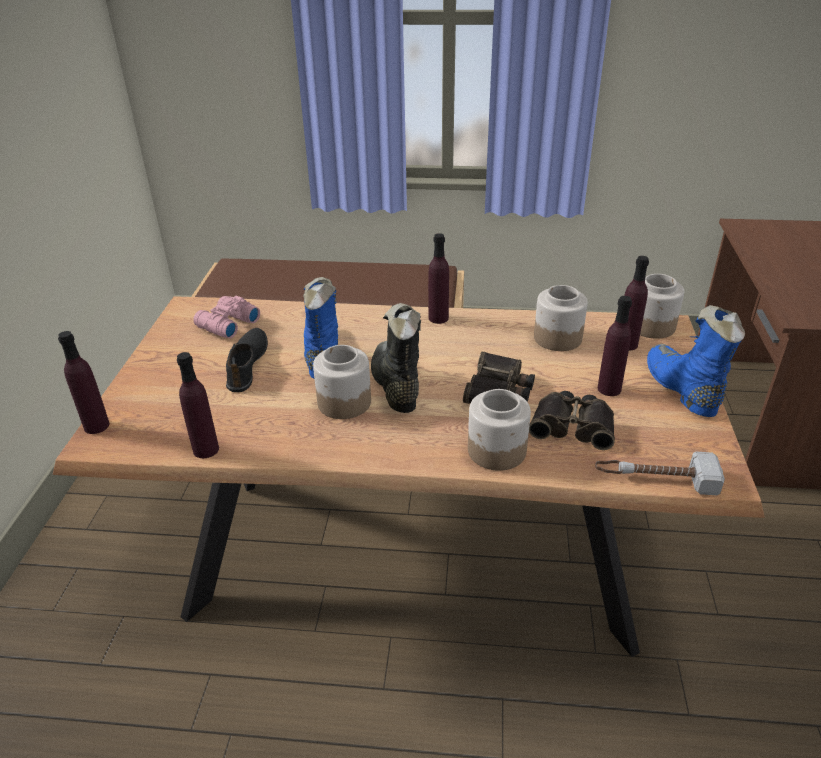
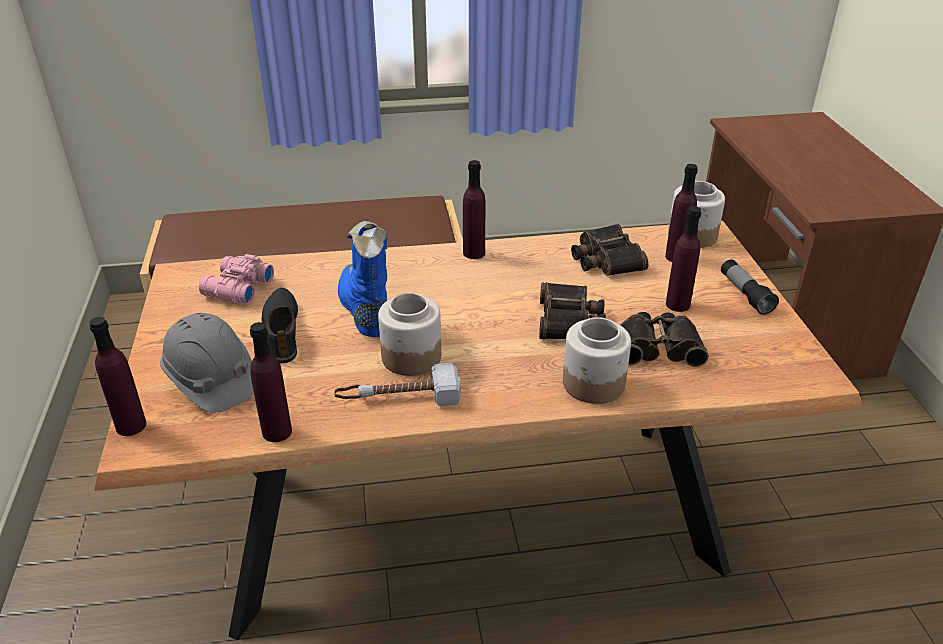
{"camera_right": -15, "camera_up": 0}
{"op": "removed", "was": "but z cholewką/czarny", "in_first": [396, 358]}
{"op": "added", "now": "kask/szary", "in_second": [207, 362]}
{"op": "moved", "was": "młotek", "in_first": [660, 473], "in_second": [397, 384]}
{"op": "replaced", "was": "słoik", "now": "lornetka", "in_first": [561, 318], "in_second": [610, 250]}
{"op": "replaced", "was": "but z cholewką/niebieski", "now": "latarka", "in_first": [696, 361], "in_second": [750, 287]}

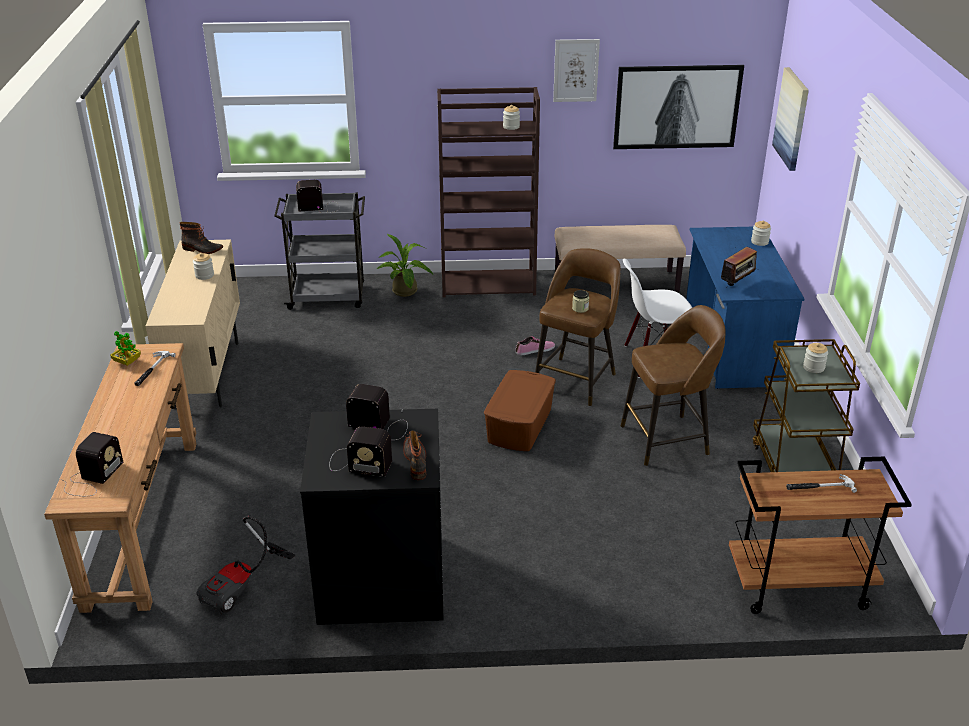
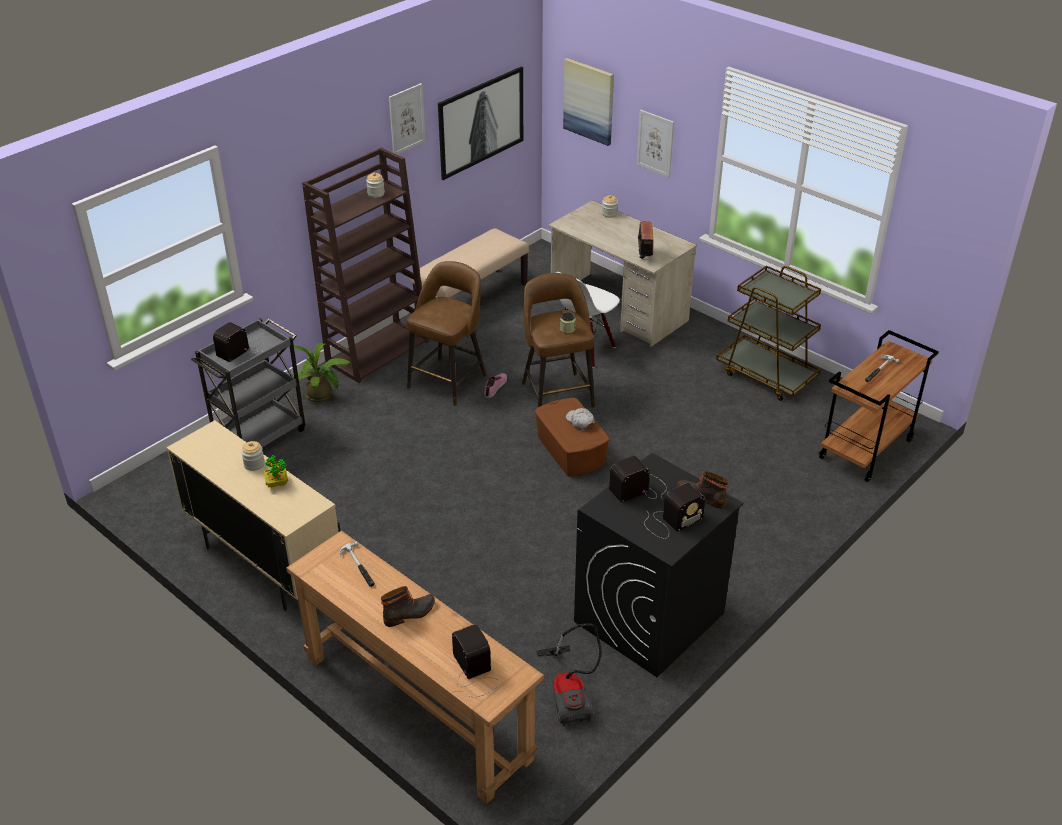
{"camera_right": -45, "camera_up": 5}
{"op": "removed", "was": "słoik", "in_first": [815, 358]}
{"op": "added", "now": "czapka z daszkiem/biały", "in_second": [580, 419]}
{"op": "added", "now": "obraz", "in_second": [655, 143]}
{"op": "moved", "was": "roślina doniczkowa", "in_first": [125, 348], "in_second": [276, 471]}
{"op": "moved", "was": "but z cholewką", "in_first": [201, 238], "in_second": [408, 606]}
{"op": "moved", "was": "stołek/brązowy", "in_first": [673, 385], "in_second": [446, 333]}
{"op": "recoloured", "was": "biurko/niebieski", "now": "biurko/beżowy", "in_first": [745, 308], "in_second": [622, 273]}

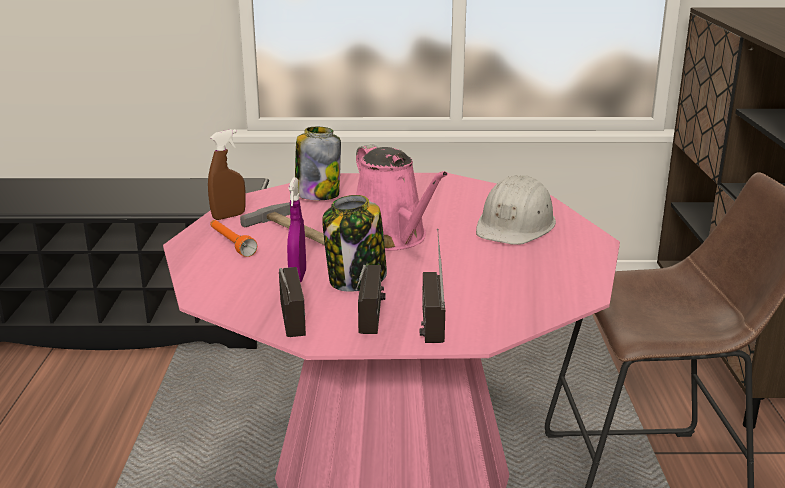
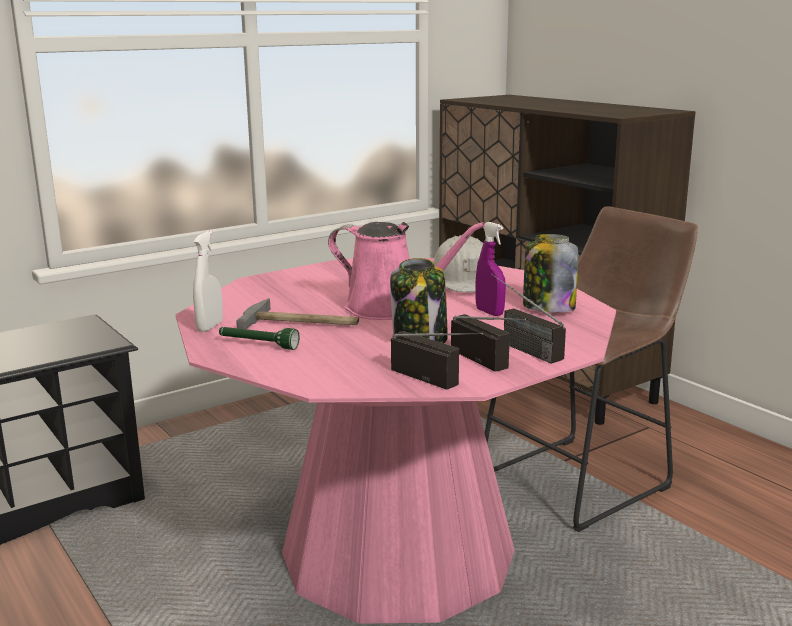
{"camera_right": -35, "camera_up": -5}
{"op": "moved", "was": "spryskiwacz/fioletowy", "in_first": [296, 230], "in_second": [490, 269]}
{"op": "moved", "was": "słoik", "in_first": [318, 163], "in_second": [550, 273]}
{"op": "recoloured", "was": "spryskiwacz/brązowy", "now": "spryskiwacz/biały", "in_first": [227, 174], "in_second": [208, 281]}
{"op": "recoloured", "was": "latarka/pomarańczowy", "now": "latarka/zielony", "in_first": [233, 238], "in_second": [259, 338]}

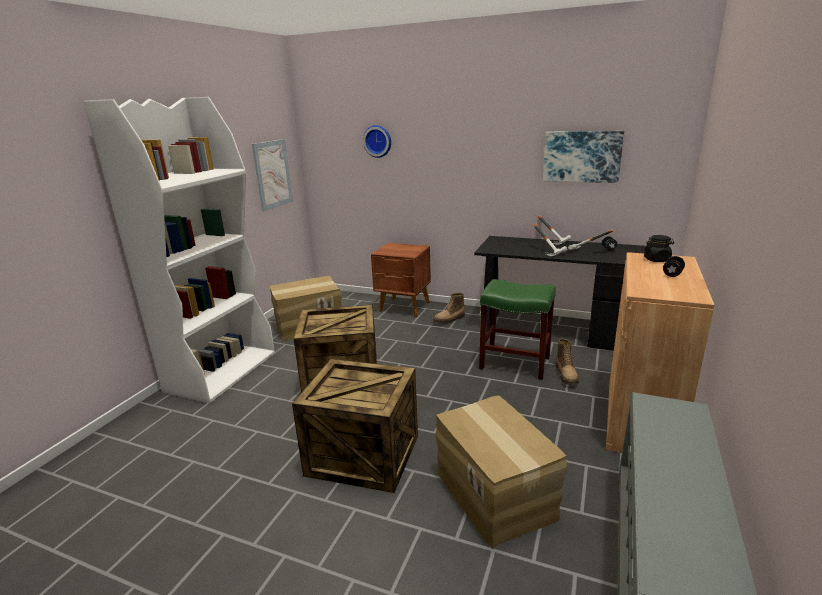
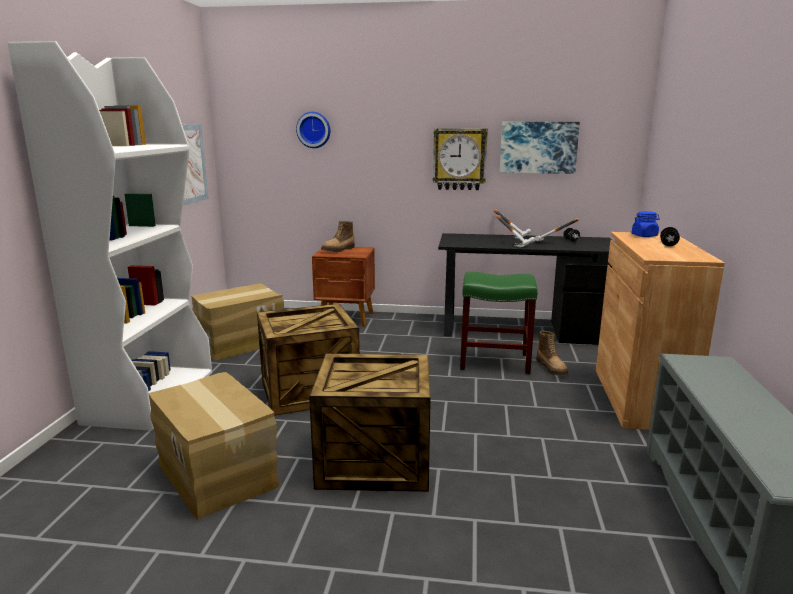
{"camera_right": -15, "camera_up": -5}
{"op": "added", "now": "zegar ścienny", "in_second": [460, 159]}
{"op": "moved", "was": "but z cholewką", "in_first": [449, 308], "in_second": [338, 236]}
{"op": "moved", "was": "karton", "in_first": [501, 472], "in_second": [214, 446]}
{"op": "recoloured", "was": "słoik/czarny", "now": "słoik/niebieski", "in_first": [659, 248], "in_second": [646, 224]}

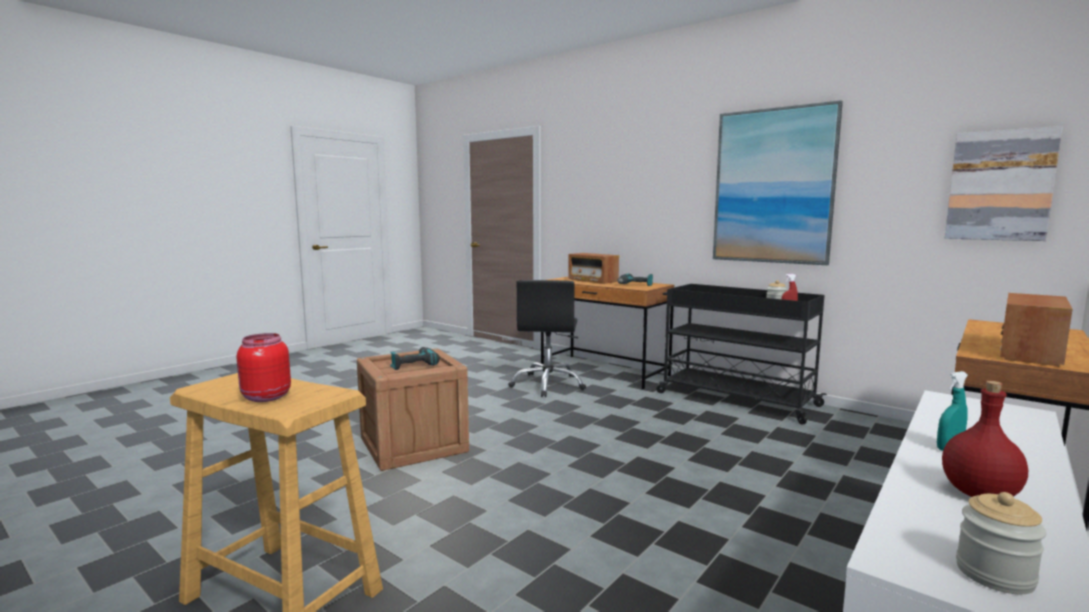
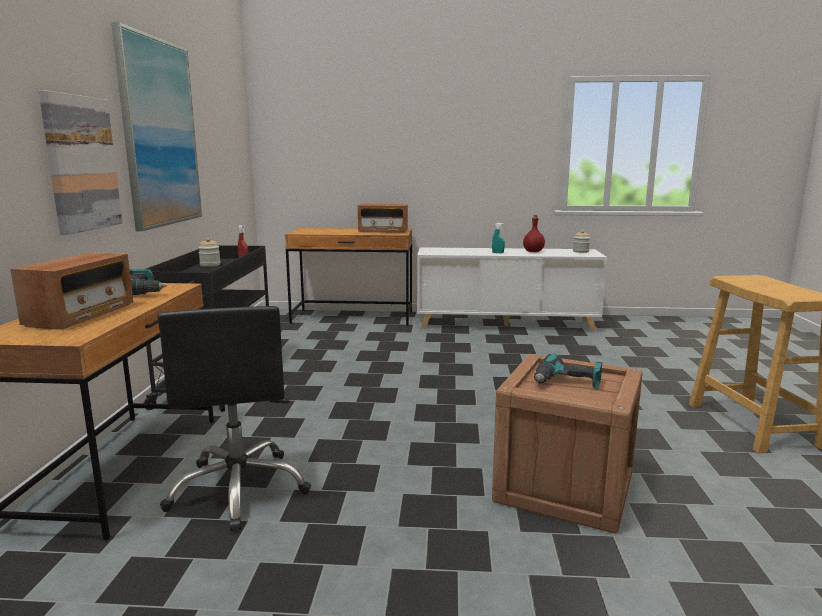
{"camera_right": -125, "camera_up": 5}
{"op": "removed", "was": "słoik/czerwony", "in_first": [263, 367]}
{"op": "moved", "was": "obraz", "in_first": [1004, 183], "in_second": [81, 162]}
{"op": "turned", "was": "krzesło biurowe/czarny", "in_first": [547, 338], "in_second": [234, 418], "clockwise": 105}

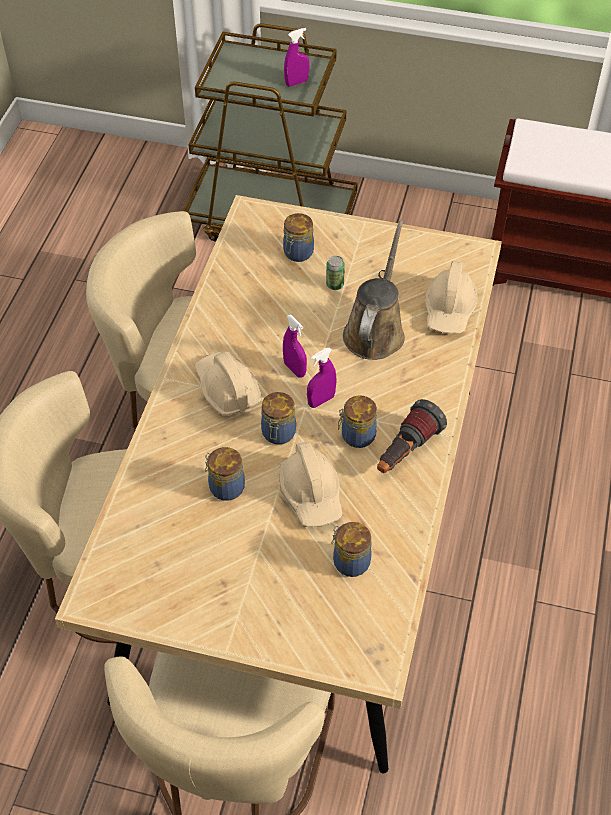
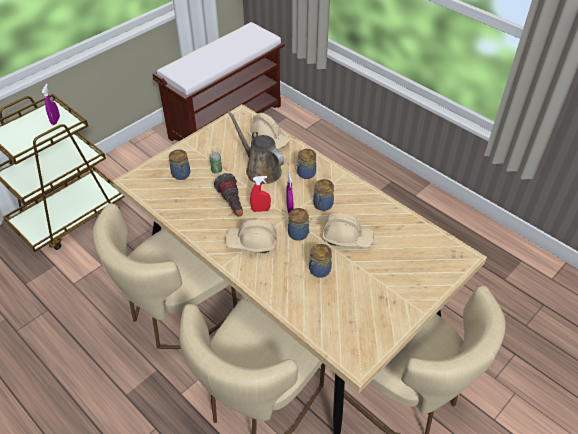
{"camera_right": -60, "camera_up": -5}
{"op": "moved", "was": "słoik", "in_first": [351, 549], "in_second": [306, 164]}
{"op": "moved", "was": "latarka", "in_first": [412, 436], "in_second": [228, 195]}
{"op": "recoloured", "was": "spryskiwacz/fioletowy", "now": "spryskiwacz/czerwony", "in_first": [295, 346], "in_second": [260, 194]}

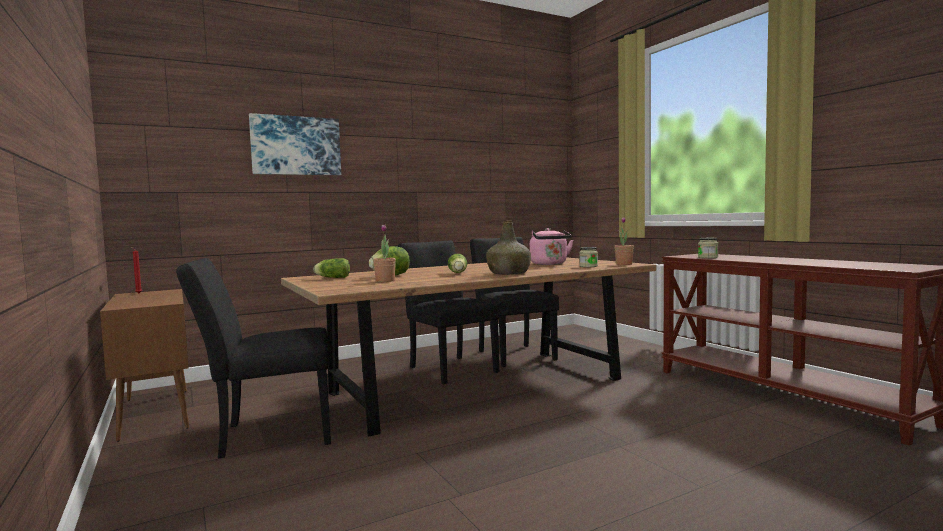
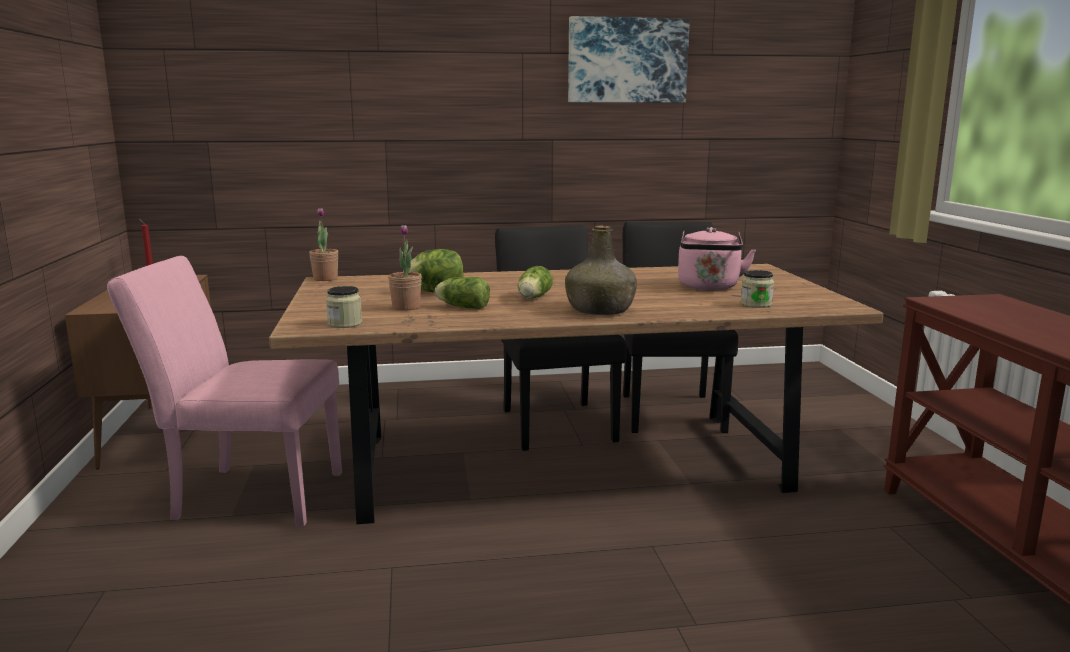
{"camera_right": 20, "camera_up": 10}
{"op": "moved", "was": "obraz", "in_first": [295, 144], "in_second": [629, 59]}
{"op": "moved", "was": "sałata", "in_first": [332, 268], "in_second": [462, 293]}
{"op": "moved", "was": "roślina doniczkowa", "in_first": [624, 241], "in_second": [324, 244]}
{"op": "moved", "was": "słoik", "in_first": [708, 248], "in_second": [344, 307]}
{"op": "recoloured", "was": "krzesło/czarny", "now": "krzesło/różowy", "in_first": [253, 358], "in_second": [224, 391]}

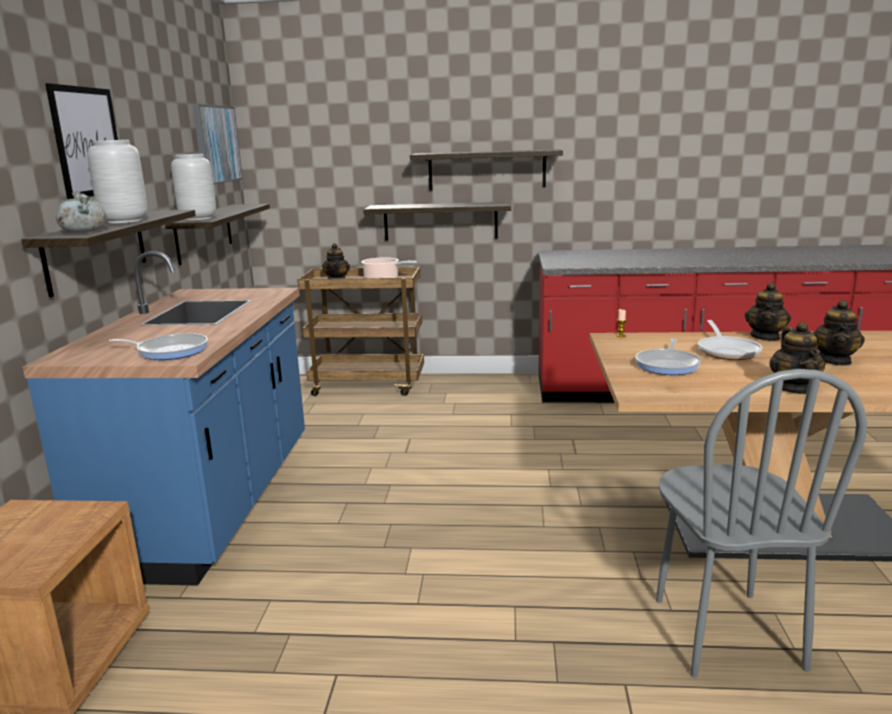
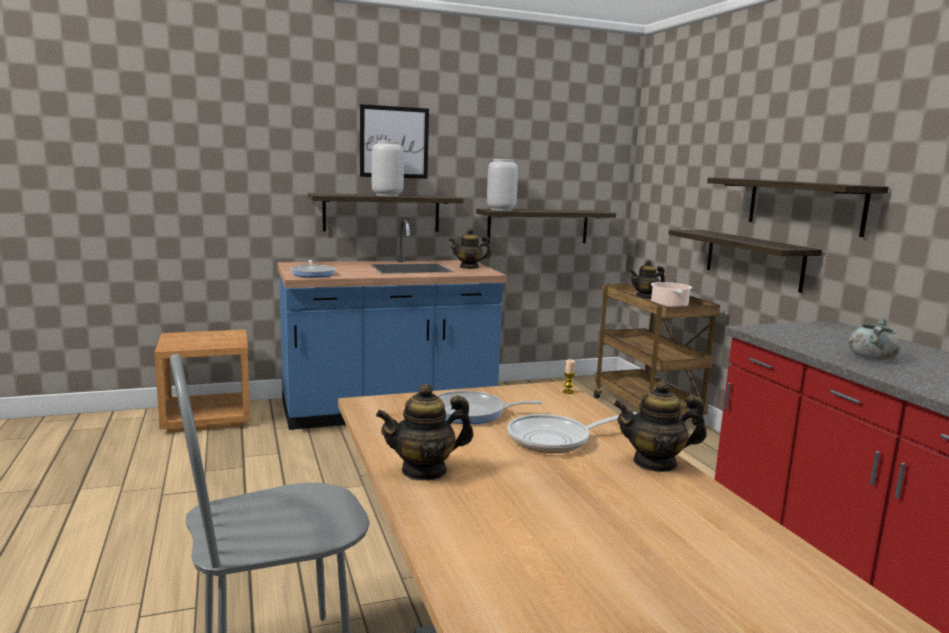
{"camera_right": 65, "camera_up": -5}
{"op": "removed", "was": "obraz", "in_first": [218, 145]}
{"op": "moved", "was": "garnek/szary", "in_first": [81, 211], "in_second": [874, 338]}
{"op": "moved", "was": "imbryk", "in_first": [839, 333], "in_second": [470, 248]}

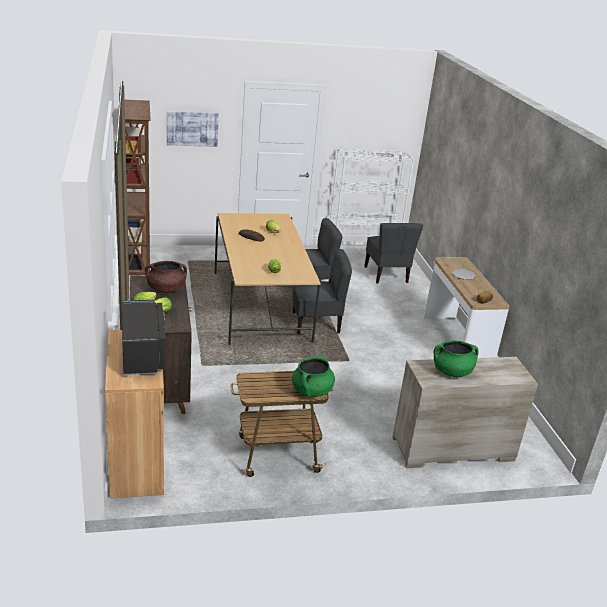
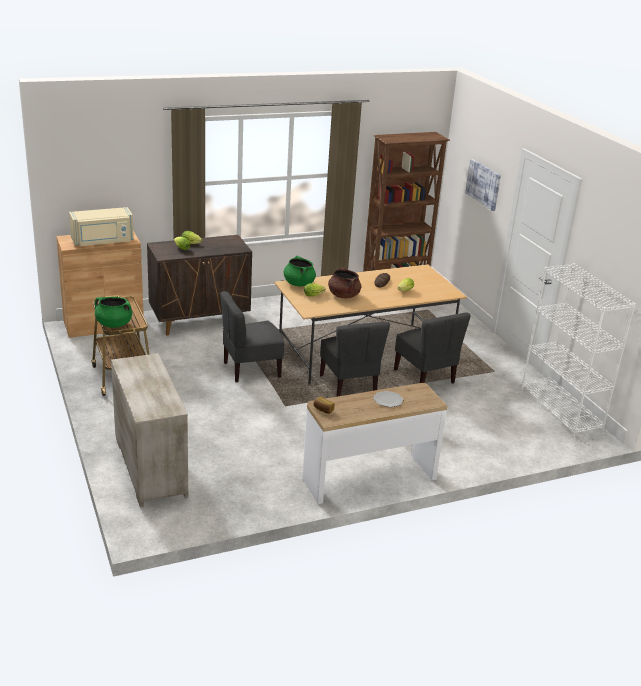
{"camera_right": 80, "camera_up": 0}
{"op": "moved", "was": "garnek/brązowy", "in_first": [166, 277], "in_second": [344, 282]}
{"op": "moved", "was": "krzesło/szary", "in_first": [393, 253], "in_second": [252, 337]}
{"op": "moved", "was": "garnek/zielony", "in_first": [456, 358], "in_second": [300, 271]}
{"op": "recoloured", "was": "mikrofalówka/czarny", "now": "mikrofalówka/beżowy", "in_first": [143, 337], "in_second": [101, 226]}

